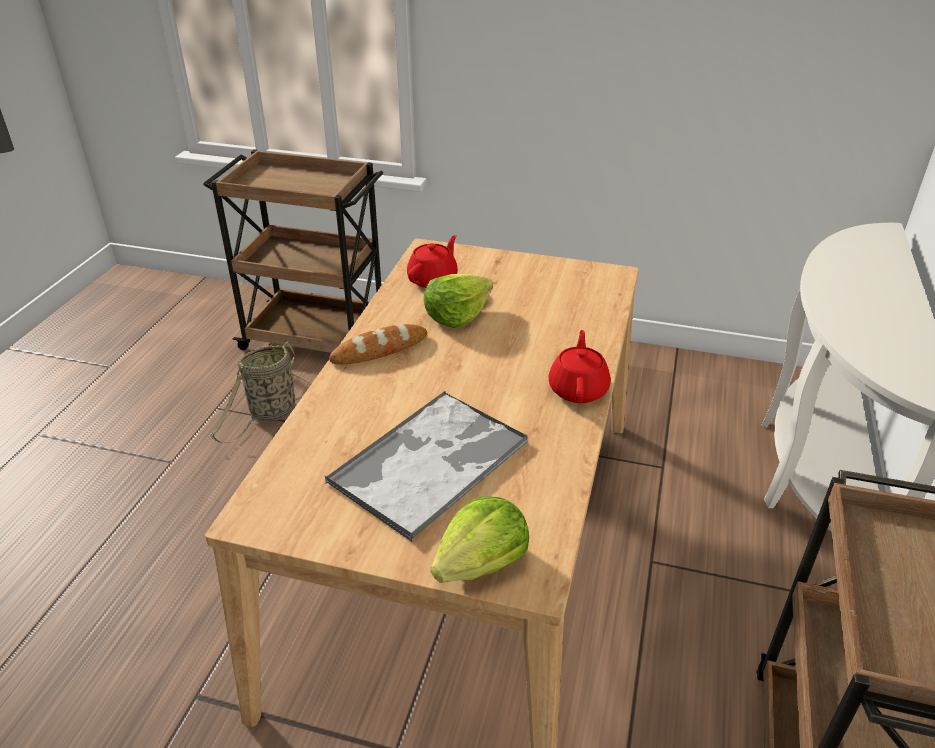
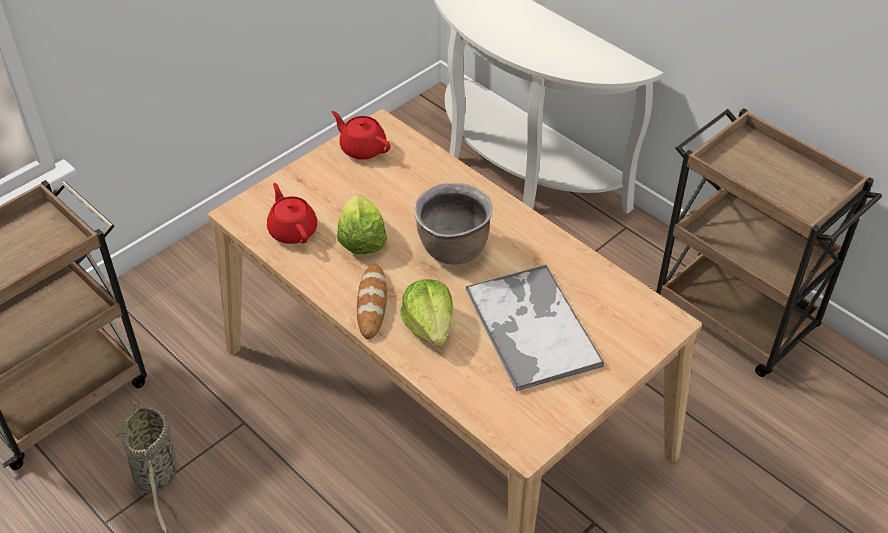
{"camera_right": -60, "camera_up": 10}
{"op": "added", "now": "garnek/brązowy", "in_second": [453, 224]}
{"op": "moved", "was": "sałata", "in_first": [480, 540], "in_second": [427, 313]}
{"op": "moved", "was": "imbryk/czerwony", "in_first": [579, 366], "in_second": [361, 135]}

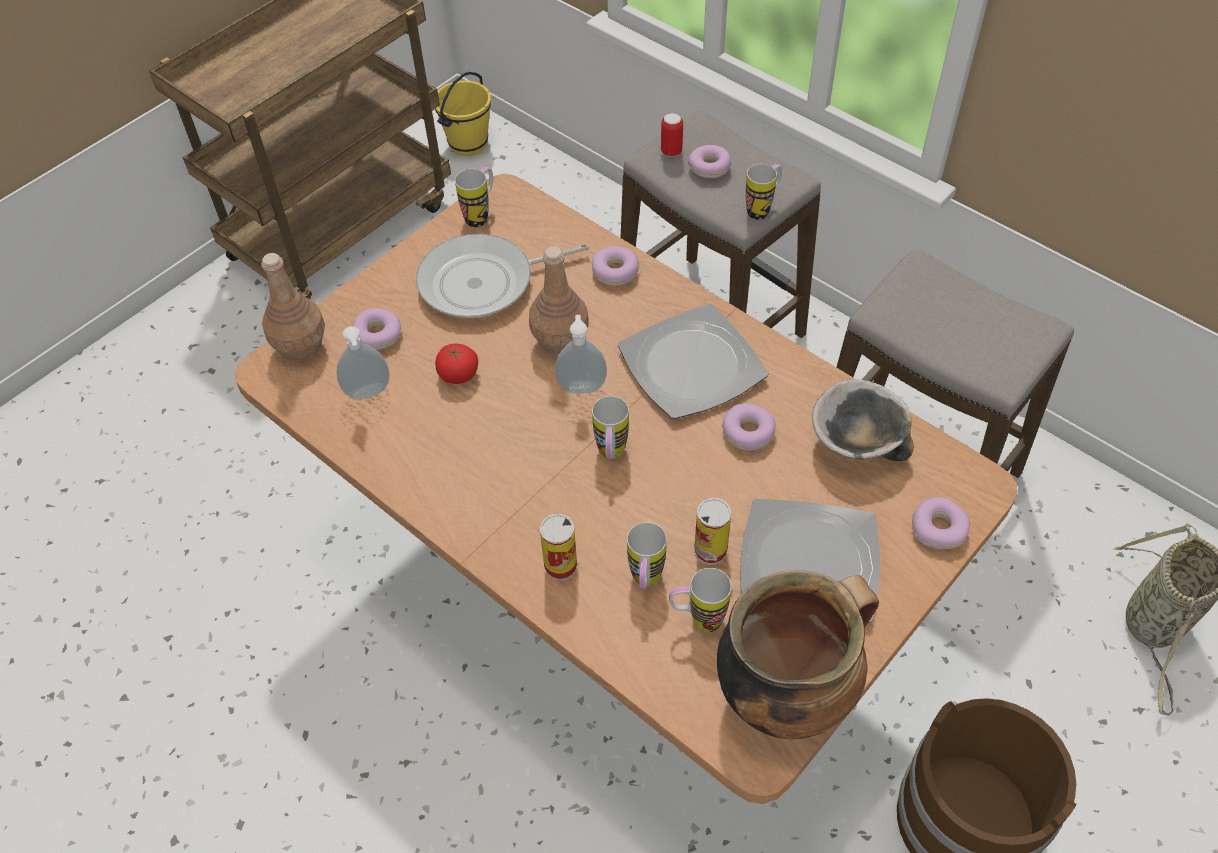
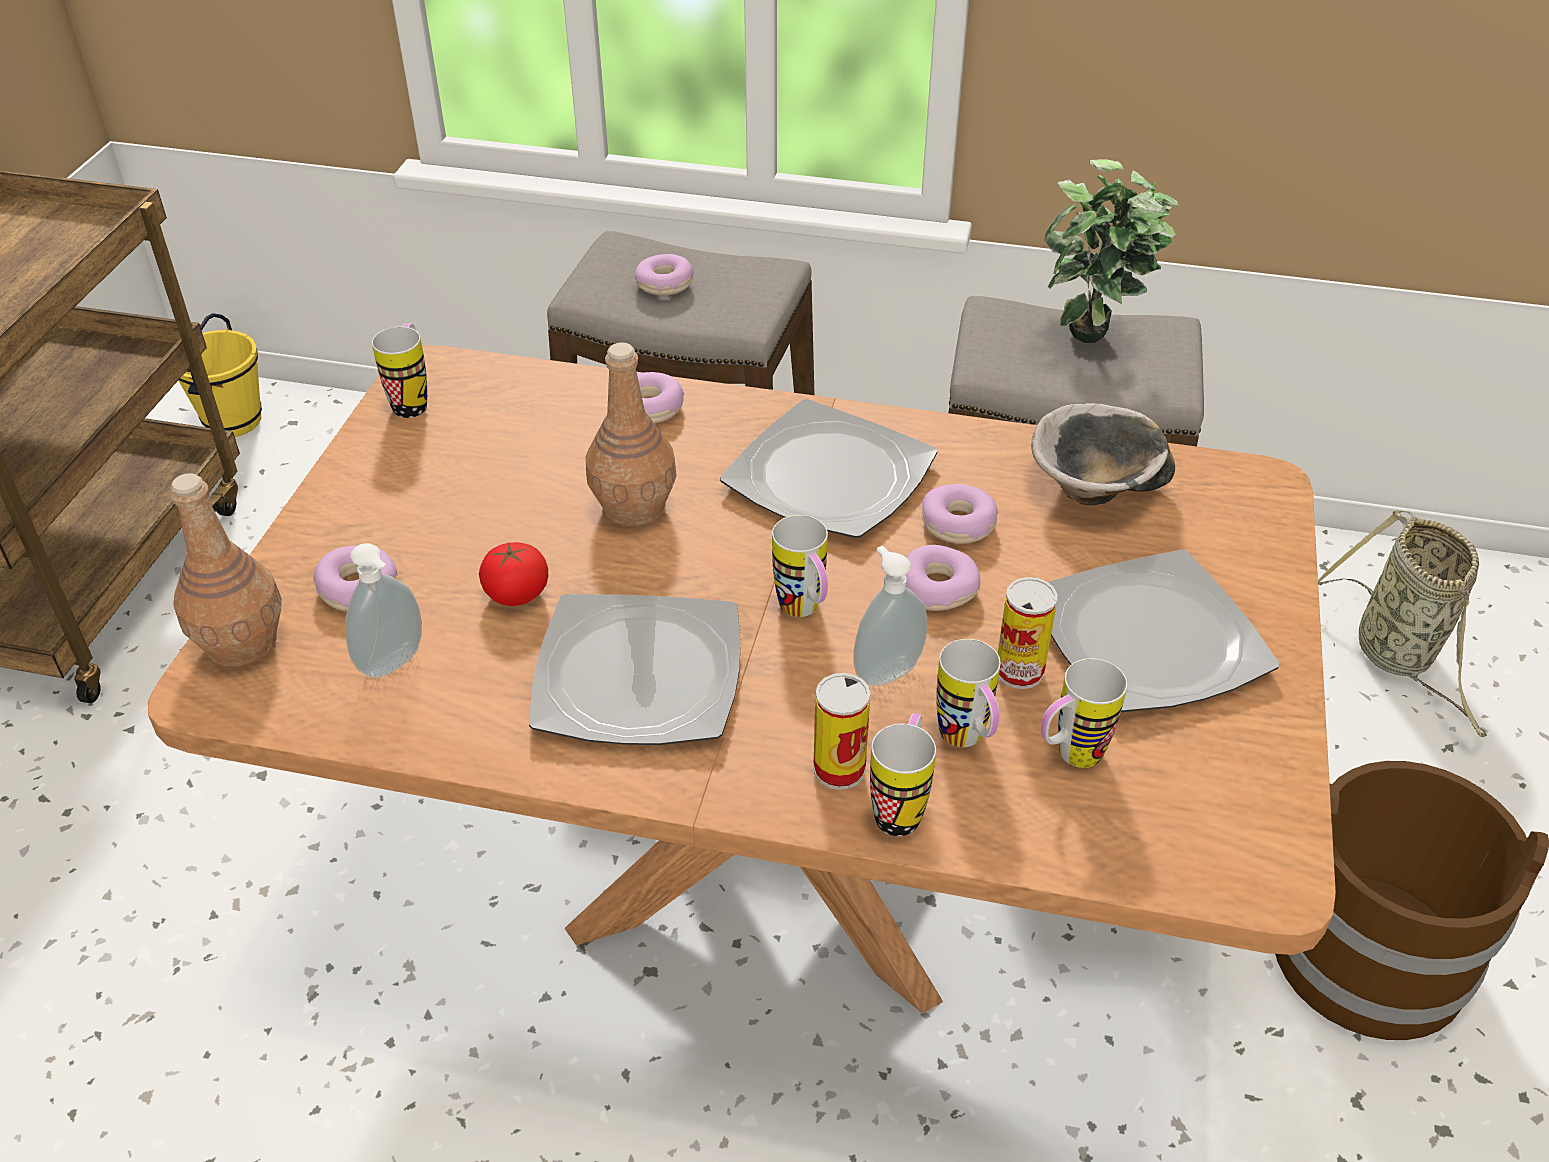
{"camera_right": -30, "camera_up": -10}
{"op": "removed", "was": "patelnia", "in_first": [502, 276]}
{"op": "removed", "was": "puszka", "in_first": [672, 135]}
{"op": "removed", "was": "garnek", "in_first": [798, 654]}
{"op": "added", "now": "talerz", "in_second": [635, 669]}
{"op": "added", "now": "roślina doniczkowa", "in_second": [1111, 251]}
{"op": "moved", "was": "dozownik mydła", "in_first": [581, 354], "in_second": [890, 616]}
{"op": "moved", "was": "kubek", "in_first": [764, 192], "in_second": [903, 774]}
{"op": "moved", "was": "donut", "in_first": [941, 523], "in_second": [943, 578]}

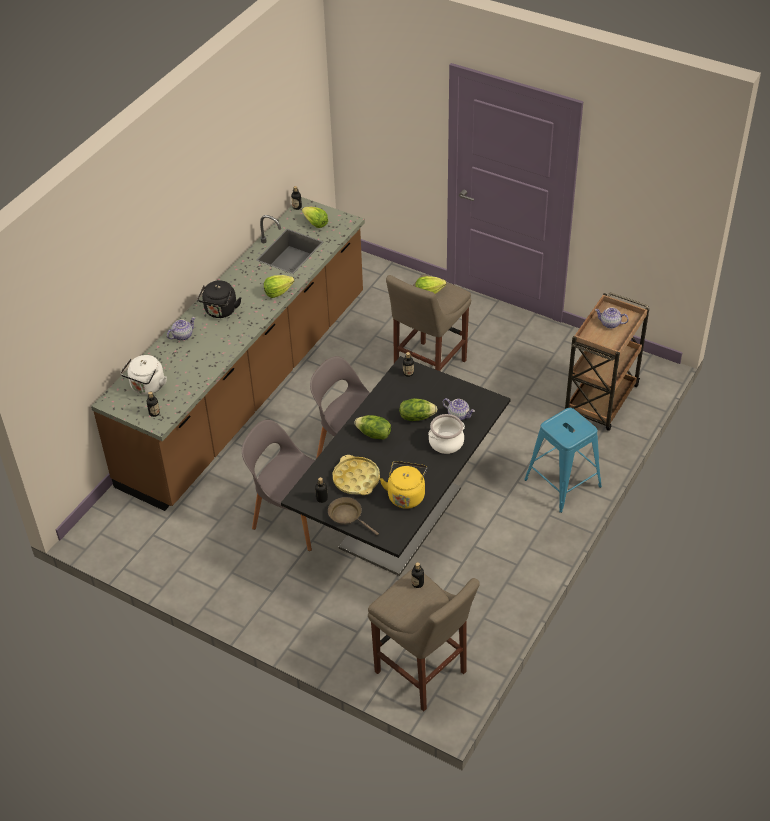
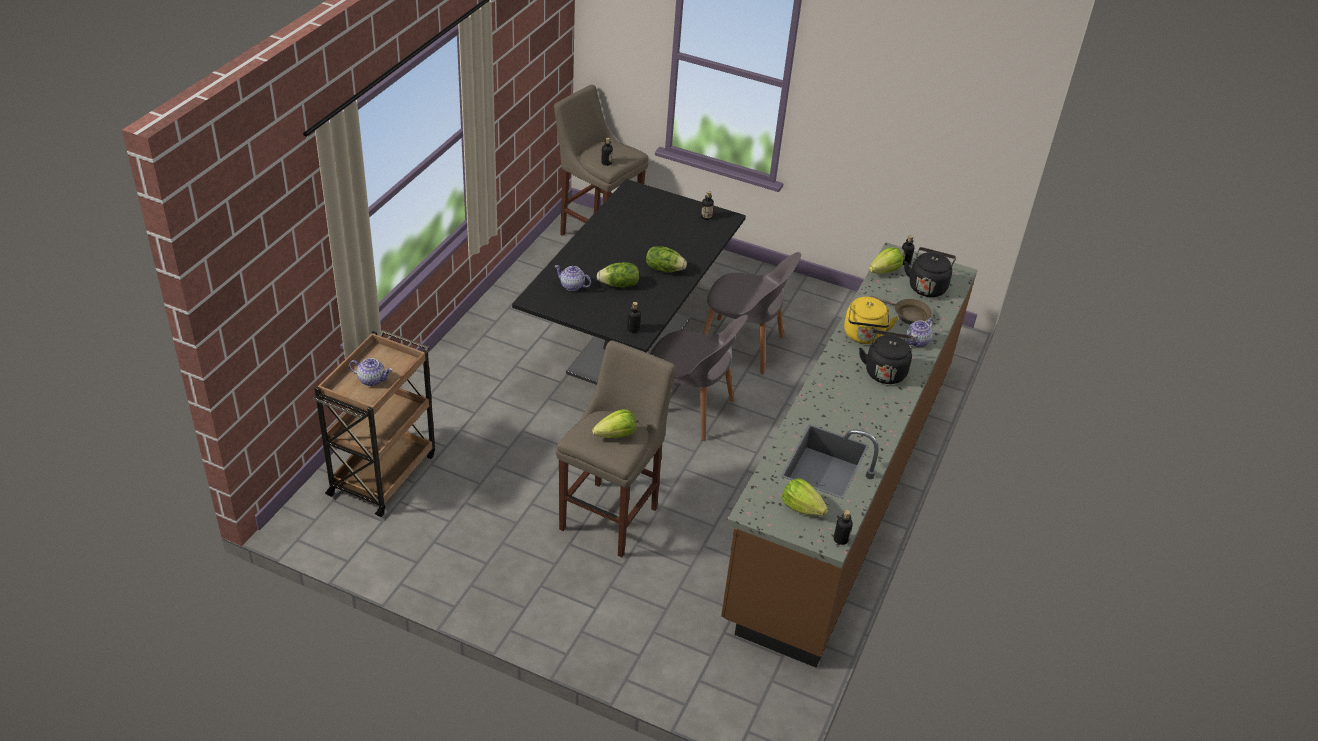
{"camera_right": 170, "camera_up": -5}
{"op": "removed", "was": "taca/żółty", "in_first": [356, 475]}
{"op": "removed", "was": "garnek", "in_first": [446, 434]}
{"op": "removed", "was": "stołek/niebieski", "in_first": [563, 460]}
{"op": "moved", "was": "sałata", "in_first": [279, 286], "in_second": [886, 260]}
{"op": "moved", "was": "patelnia/brązowy", "in_first": [353, 516], "in_second": [901, 309]}
{"op": "moved", "was": "czajnik/żółty", "in_first": [403, 485], "in_second": [871, 320]}
{"op": "recoloured", "was": "czajnik/biały", "now": "czajnik/czarny", "in_first": [143, 375], "in_second": [930, 272]}

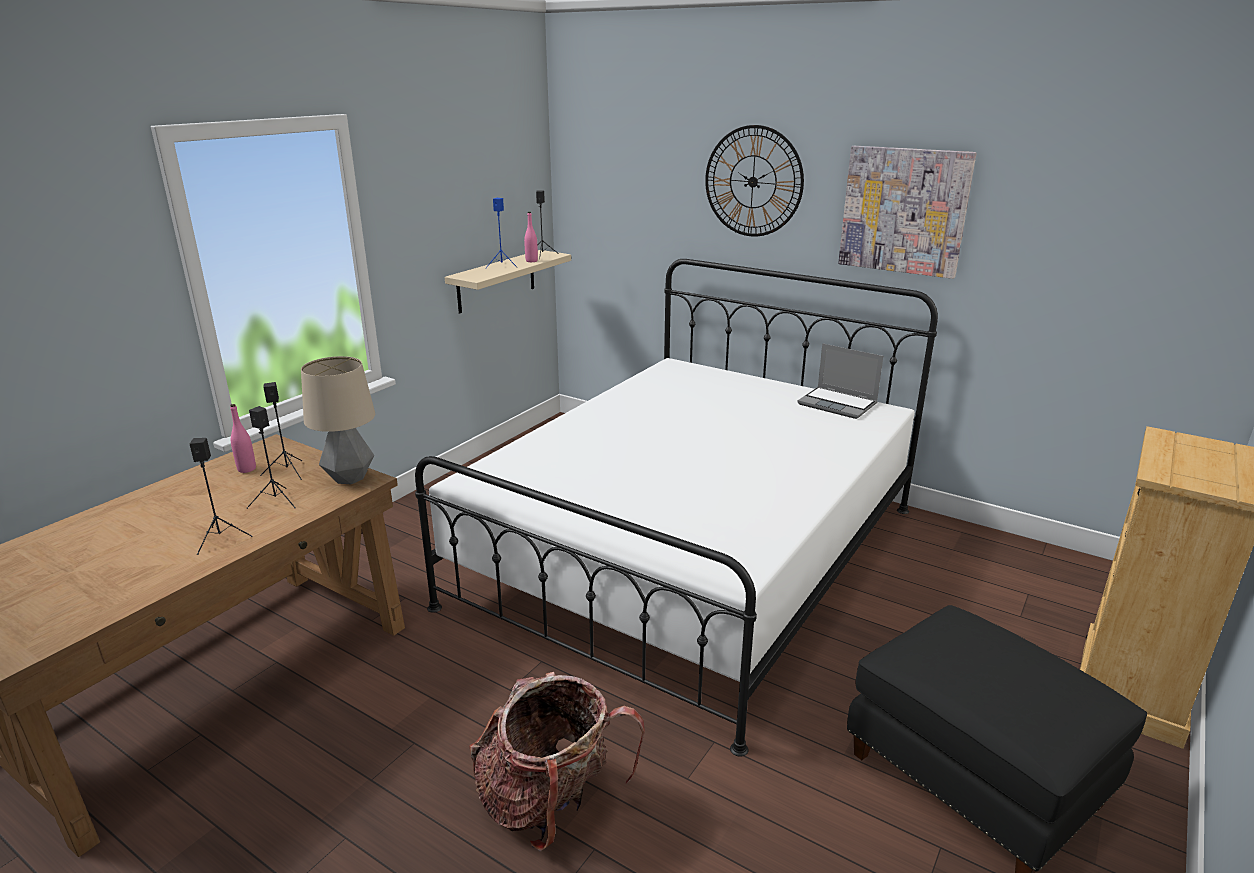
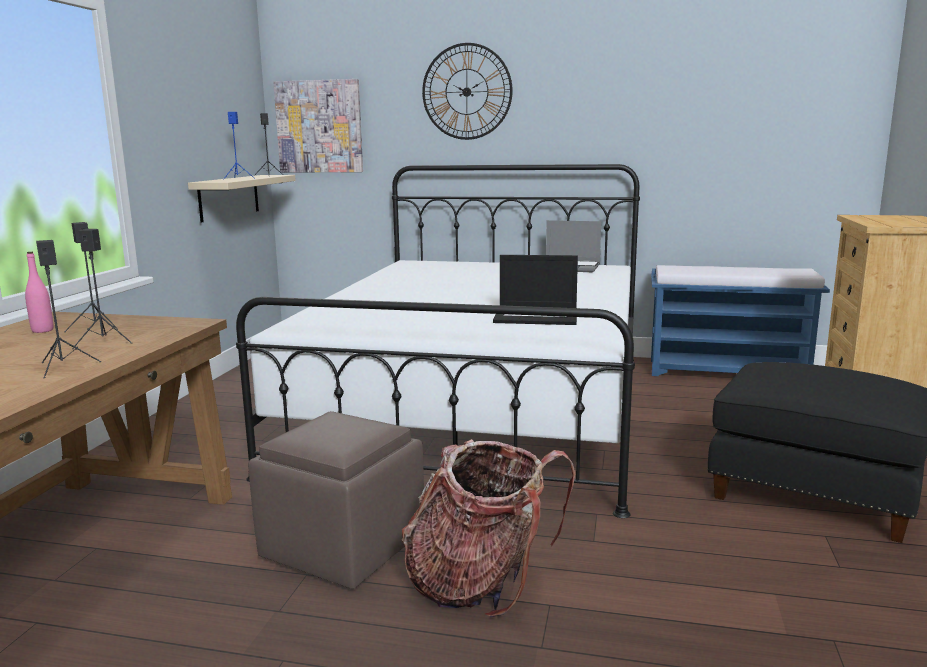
{"camera_right": -20, "camera_up": -10}
{"op": "removed", "was": "lampa stołowa", "in_first": [338, 420]}
{"op": "removed", "was": "butelka/różowy", "in_first": [531, 237]}
{"op": "added", "now": "pufa/brązowy", "in_second": [336, 500]}
{"op": "added", "now": "laptop", "in_second": [535, 290]}
{"op": "added", "now": "ławka/niebieski", "in_second": [740, 320]}
{"op": "moved", "was": "obraz", "in_first": [907, 212], "in_second": [318, 126]}

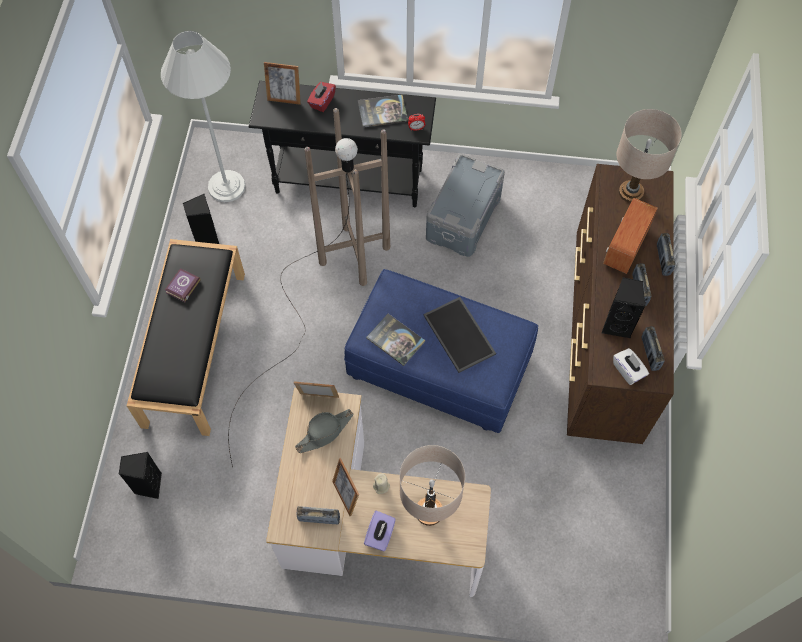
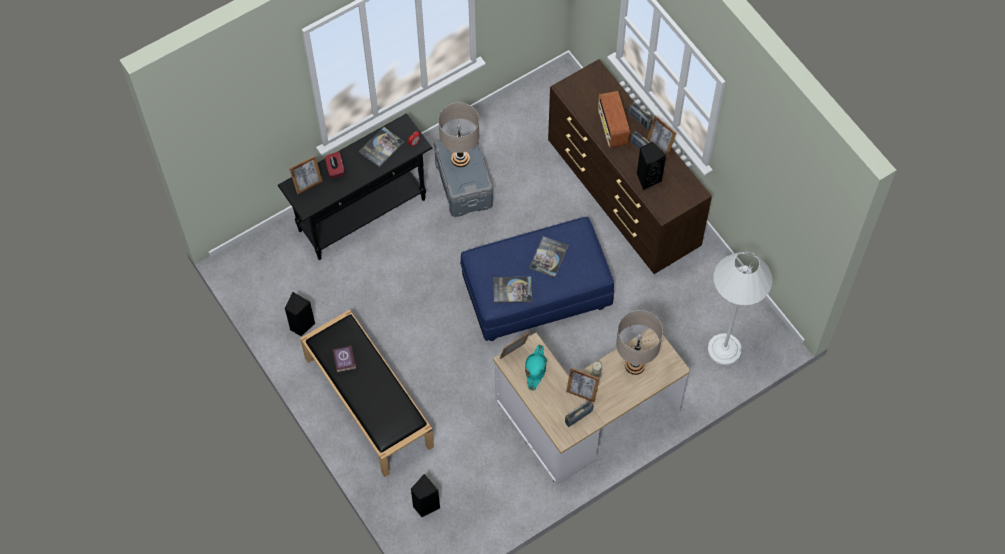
{"camera_right": -40, "camera_up": 0}
{"op": "removed", "was": "lampa stojąca/brązowy", "in_first": [309, 287]}
{"op": "removed", "was": "pudełko chusteczek/fioletowy", "in_first": [380, 530]}
{"op": "removed", "was": "pudełko chusteczek/biały", "in_first": [631, 366]}
{"op": "removed", "was": "radio", "in_first": [653, 348]}
{"op": "added", "now": "ramka na zdjęcie", "in_second": [661, 136]}
{"op": "moved", "was": "lampa stojąca/biały", "in_first": [203, 116], "in_second": [740, 308]}
{"op": "moved", "was": "lampa stołowa/beżowy", "in_first": [649, 156], "in_second": [458, 134]}
{"op": "replaced", "was": "taca", "now": "książka", "in_first": [459, 335], "in_second": [548, 256]}
{"op": "recoloured", "was": "kapelusz/szary", "now": "kapelusz/turkusowy", "in_first": [324, 431], "in_second": [536, 368]}

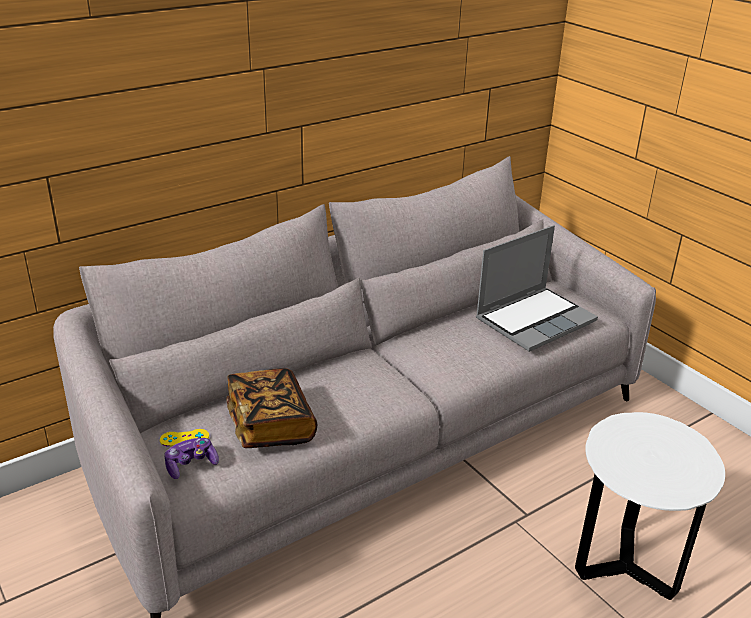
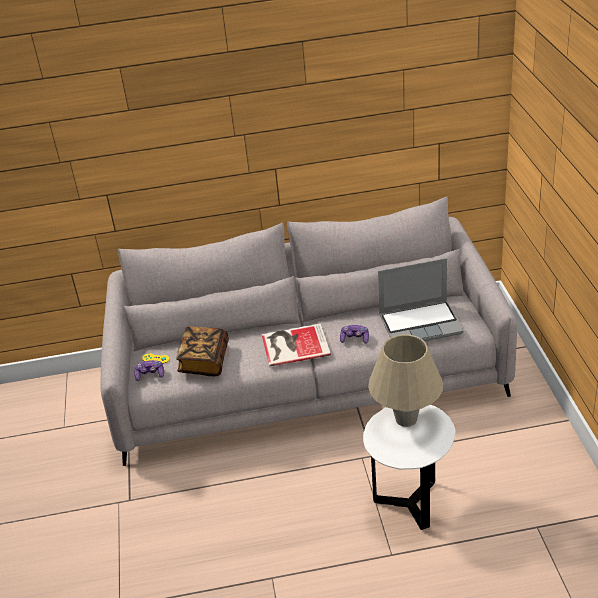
{"camera_right": 30, "camera_up": 5}
{"op": "added", "now": "książka", "in_second": [296, 345]}
{"op": "added", "now": "pad do gier", "in_second": [354, 334]}
{"op": "added", "now": "lampa stołowa/beżowy", "in_second": [405, 380]}

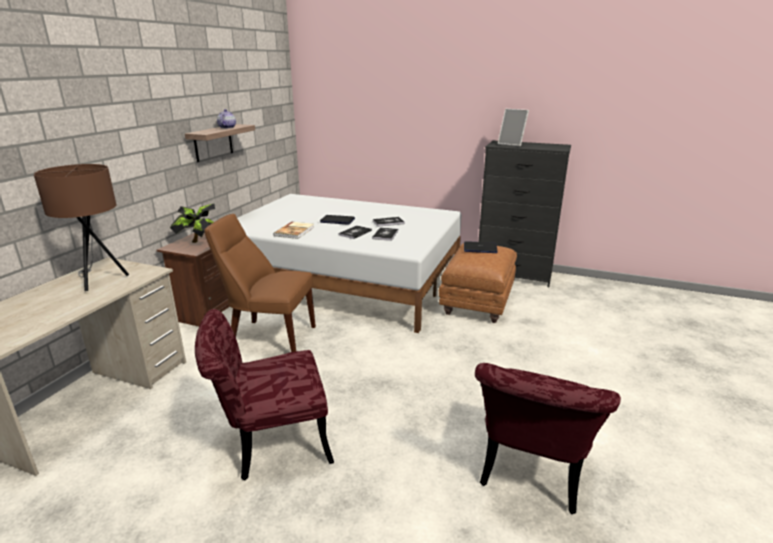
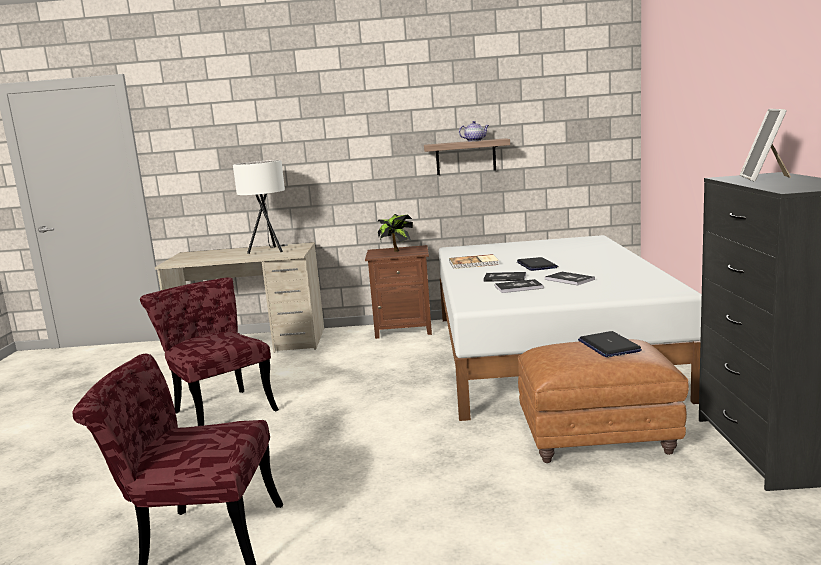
{"camera_right": 70, "camera_up": -10}
{"op": "removed", "was": "krzesło/brązowy", "in_first": [260, 283]}
{"op": "recoloured", "was": "lampa stołowa/brązowy", "now": "lampa stołowa/biały", "in_first": [81, 227], "in_second": [260, 207]}

